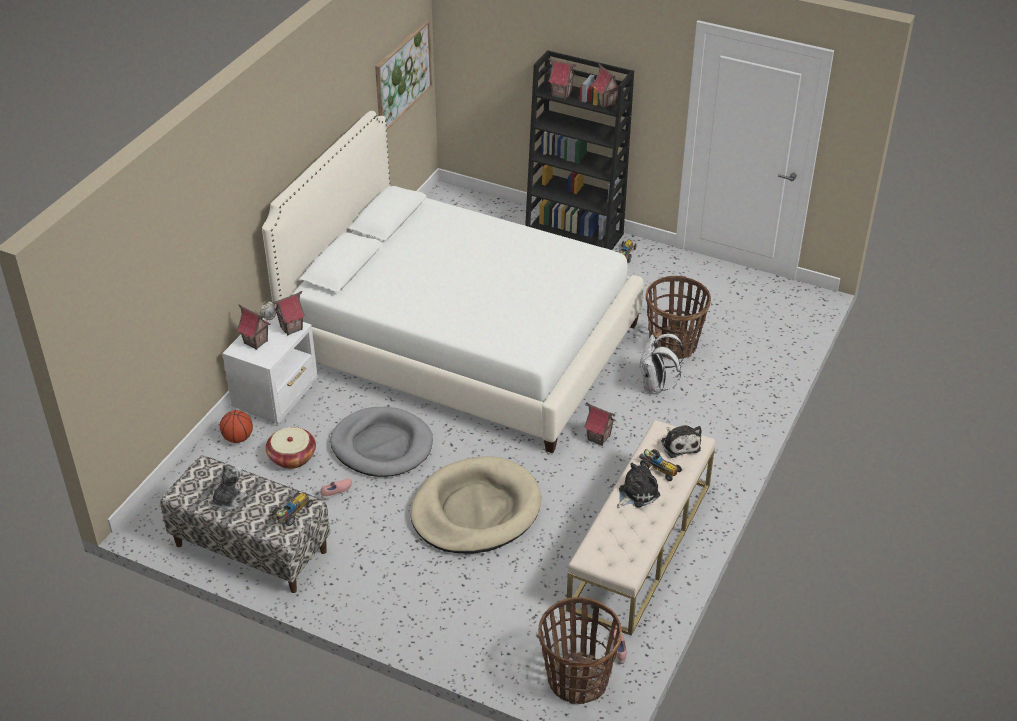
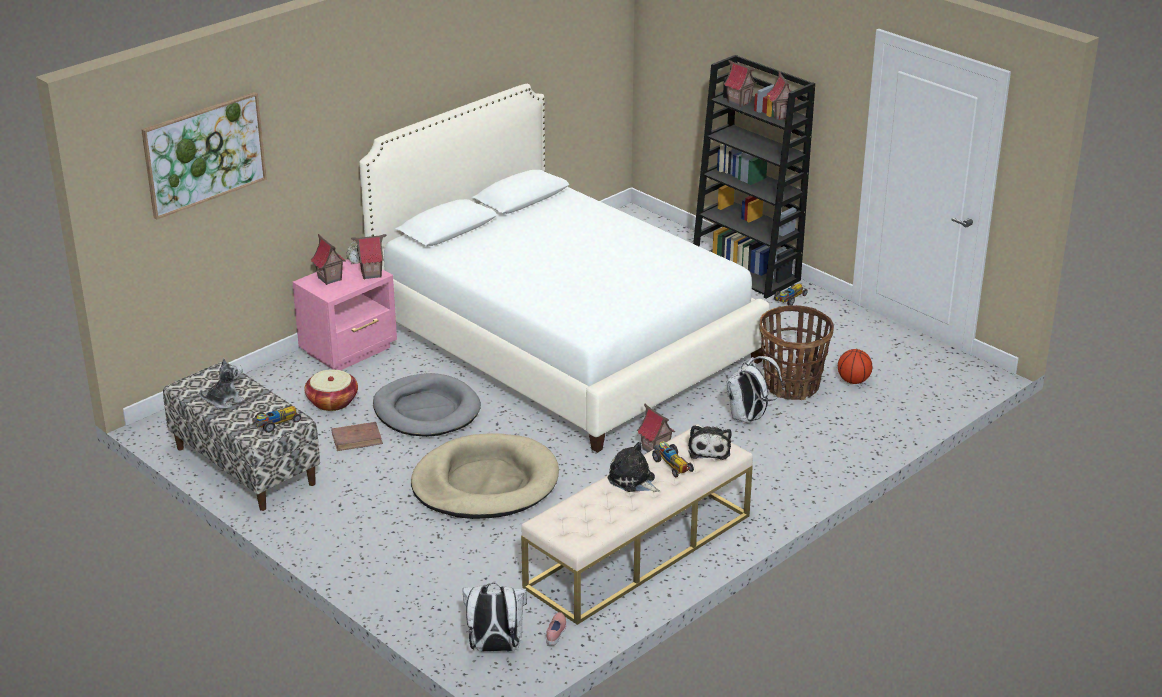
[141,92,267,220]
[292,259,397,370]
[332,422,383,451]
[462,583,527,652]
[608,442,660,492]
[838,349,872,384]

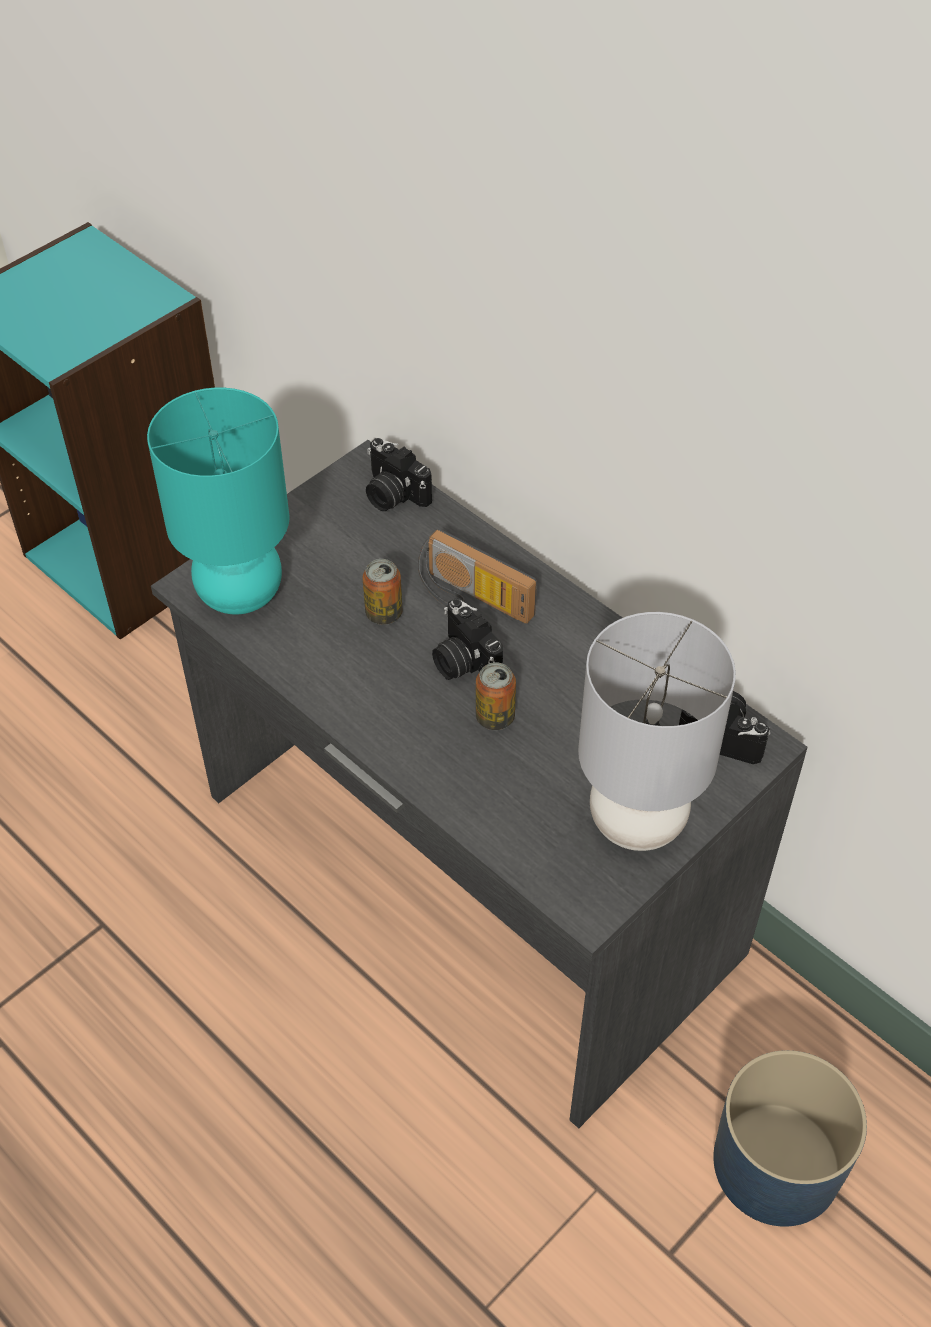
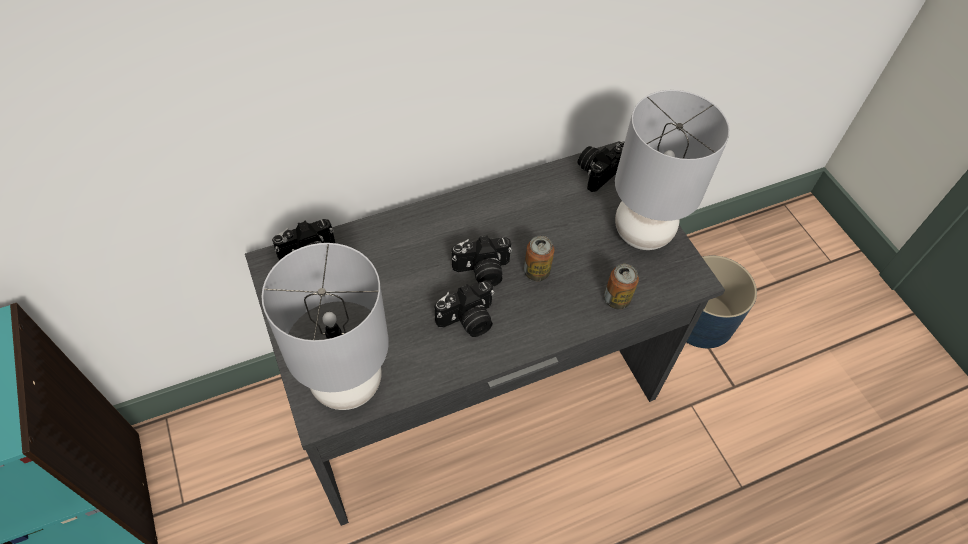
[262,243,389,410]
[434,281,494,337]
[604,264,639,310]
[418,529,537,624] (first image)

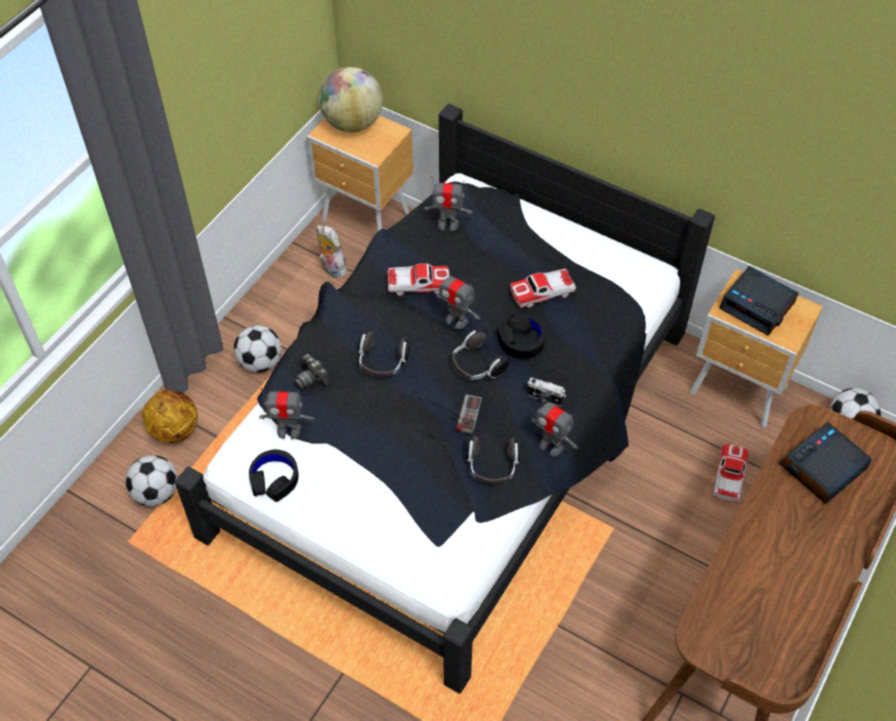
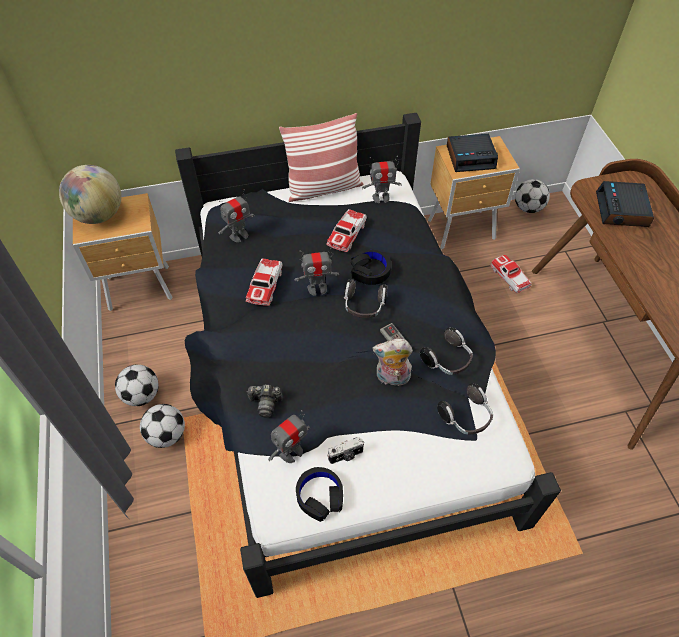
[115,365,159,406]
[246,258,283,306]
[279,113,363,202]
[327,437,364,464]
[362,156,401,203]
[372,339,413,386]
[437,383,493,435]
[142,390,198,443] (first image)

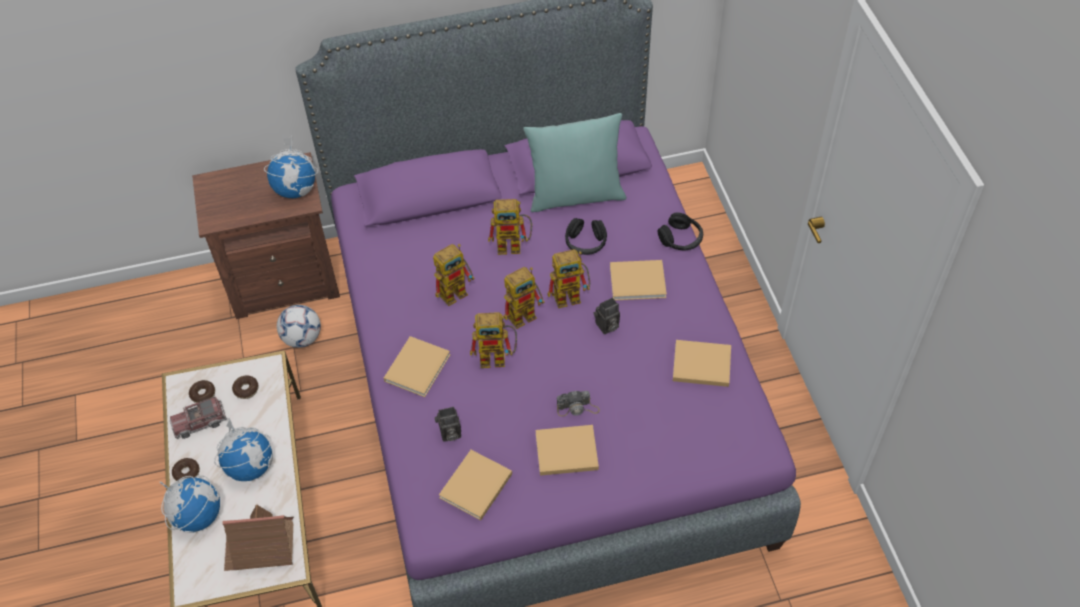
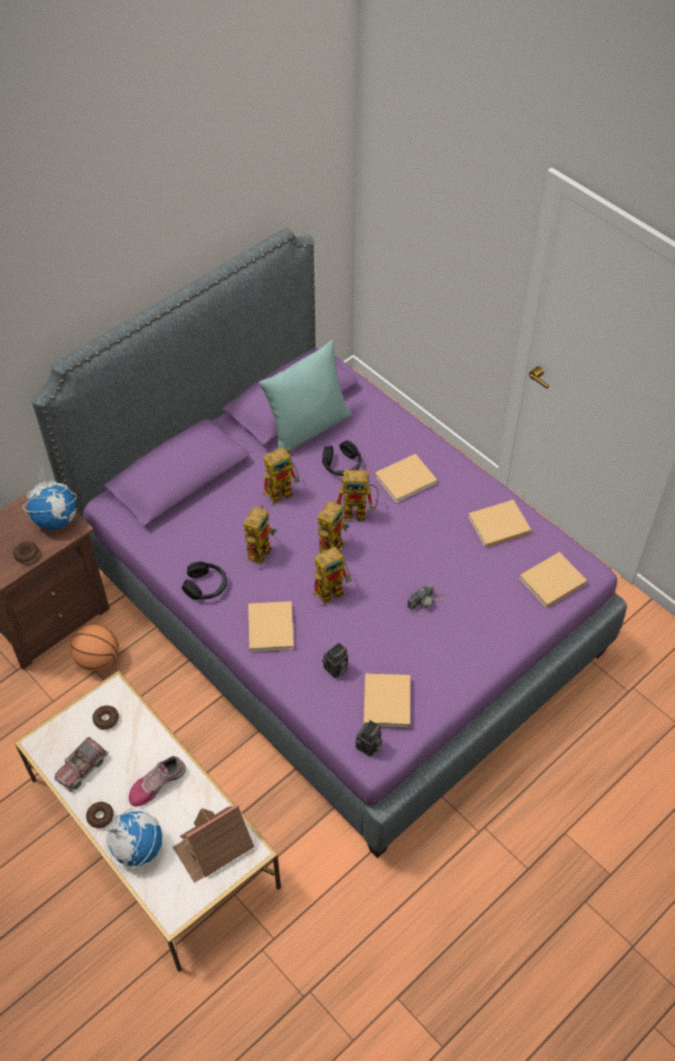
[13,542,39,564]
[71,624,119,671]
[129,756,186,807]
[182,562,227,600]
[337,470,379,521]
[356,720,382,757]
[519,552,587,608]

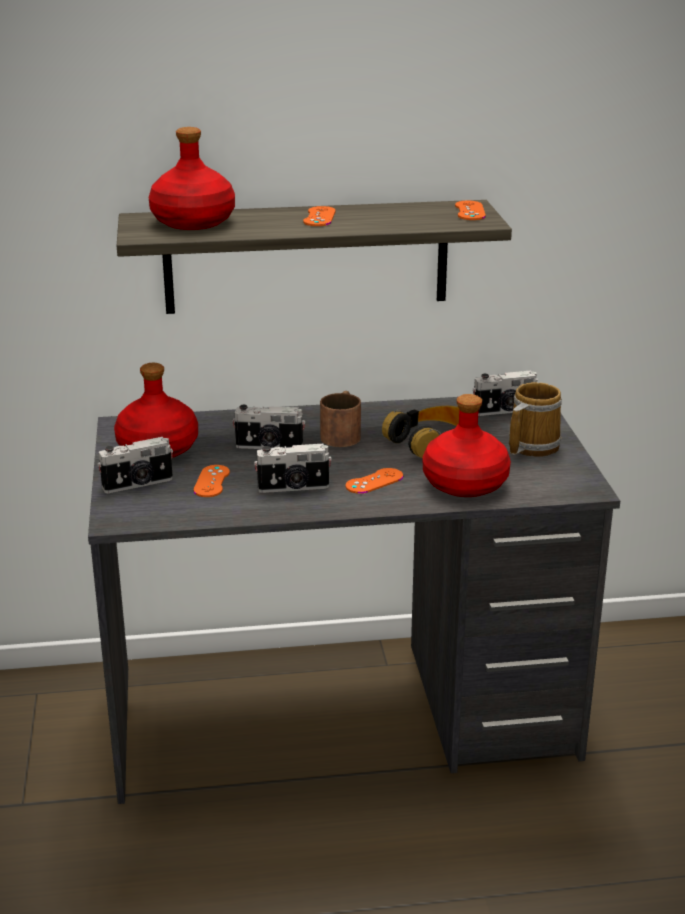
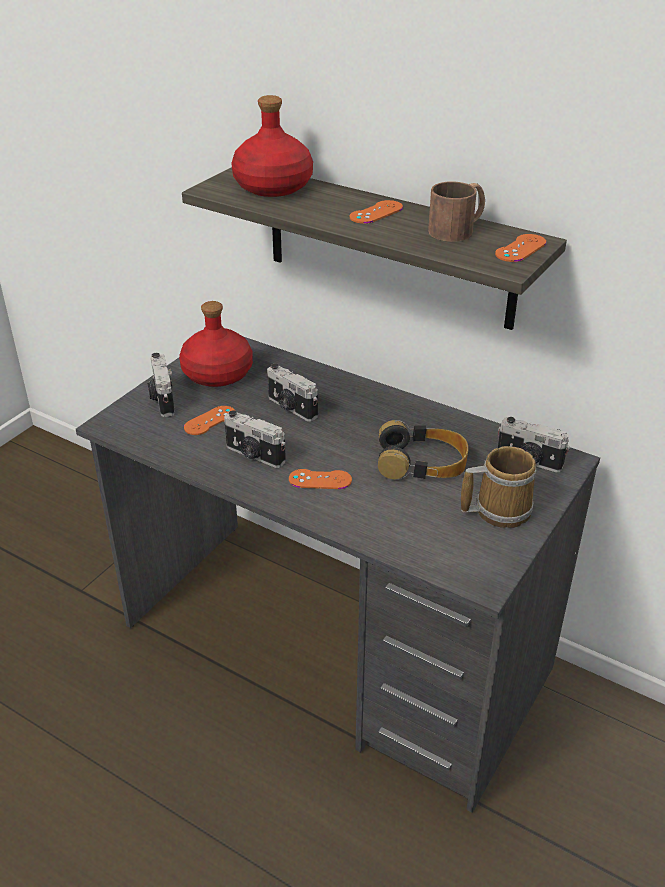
[148,353,174,417]
[428,182,485,242]
[423,394,511,497] (first image)

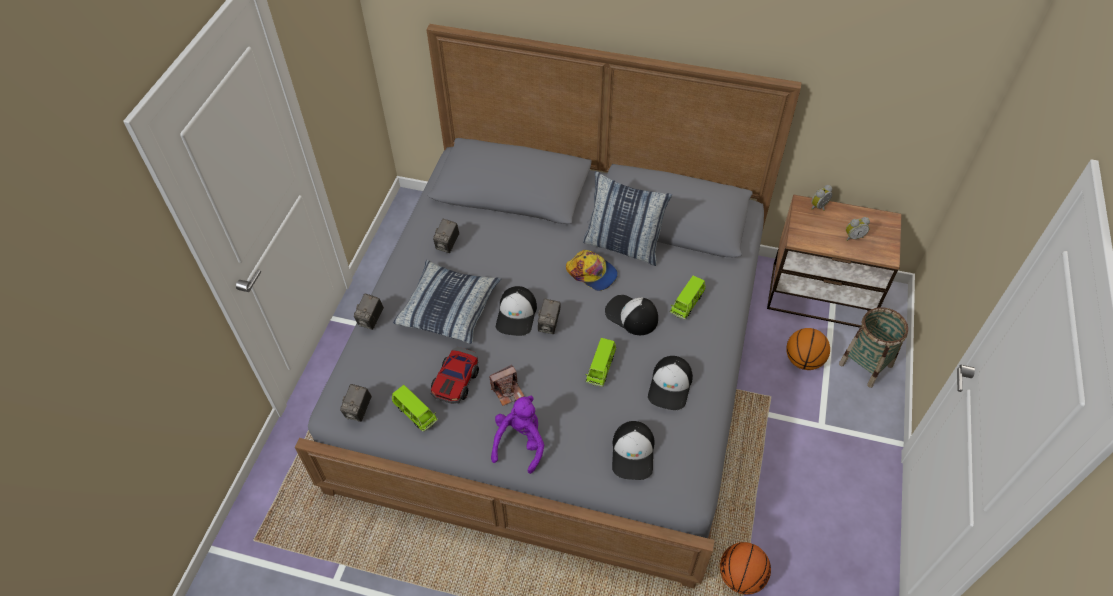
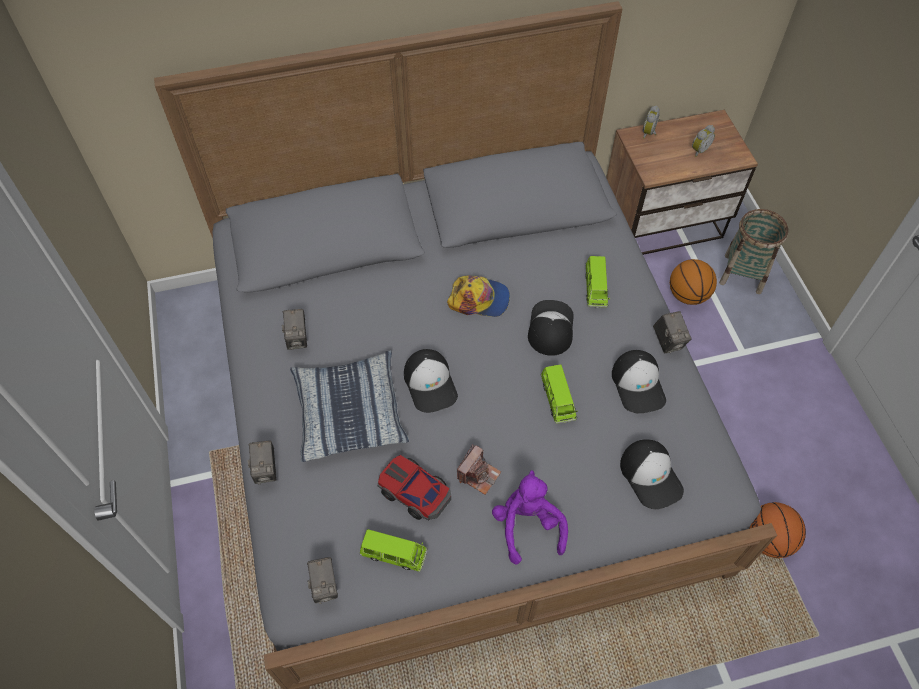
[377,455,451,520]
[528,300,573,356]
[653,311,692,353]
[583,171,672,266] (first image)

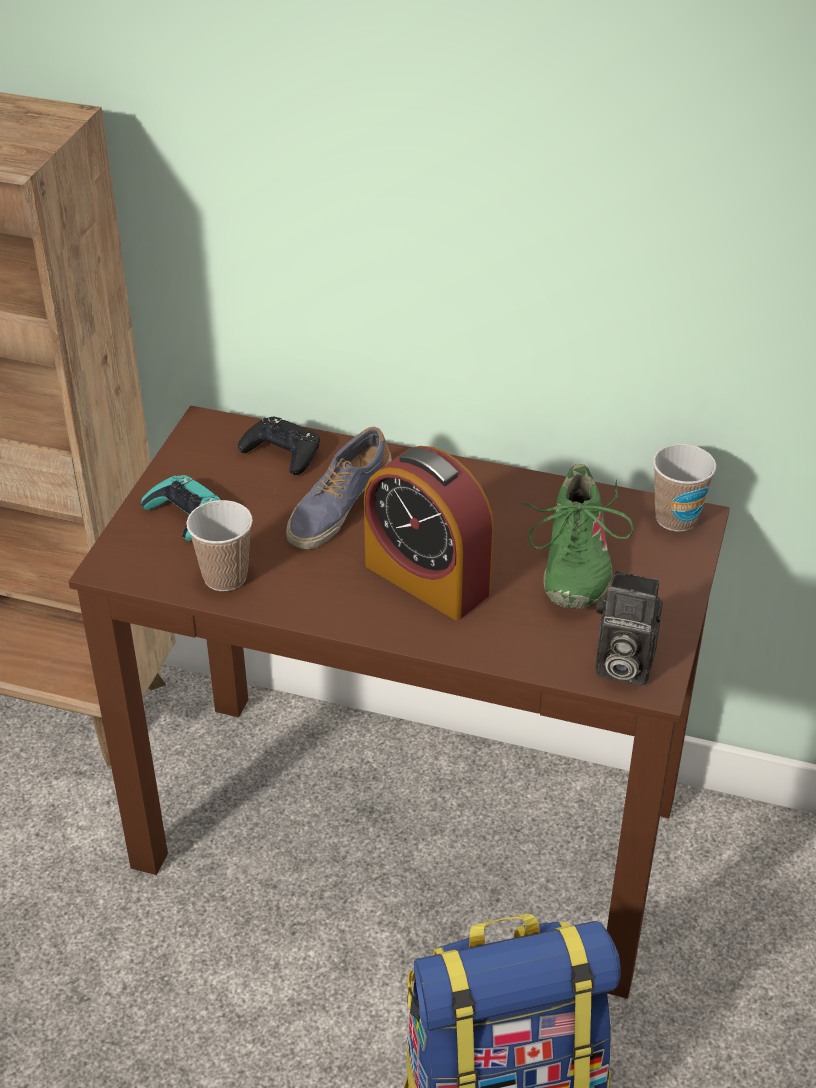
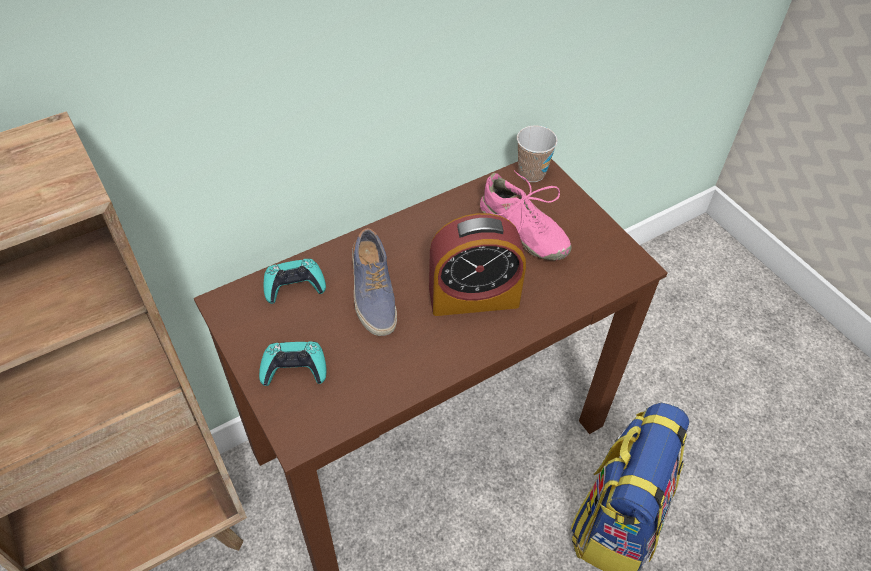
[264,259,326,304]
[480,170,572,260]
[186,500,253,591] (first image)
[595,571,663,686] (first image)

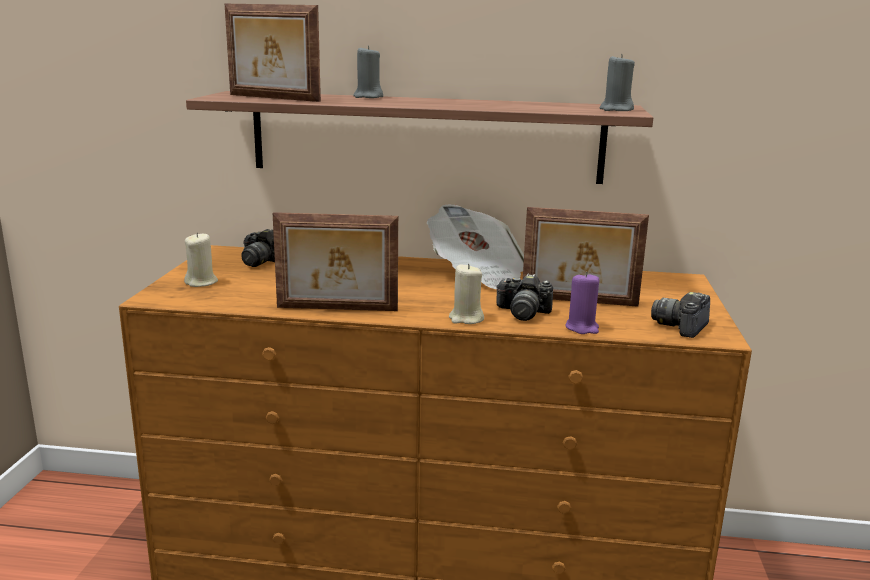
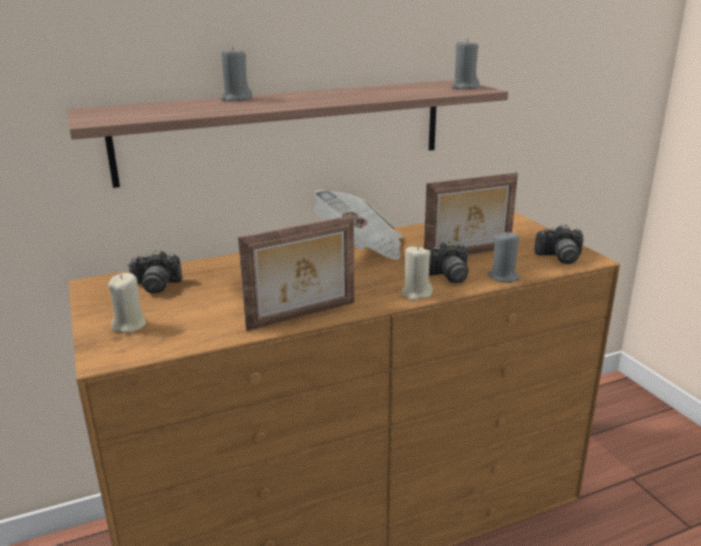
[488,231,520,283]
[534,225,584,264]
[225,4,321,102] (first image)

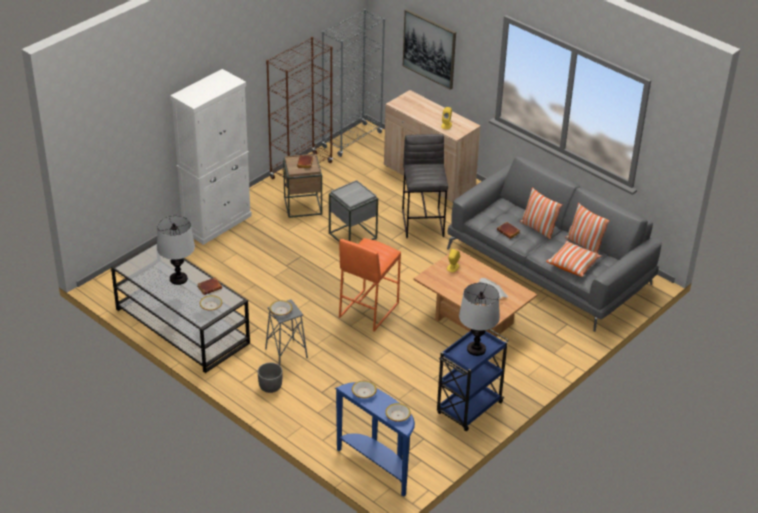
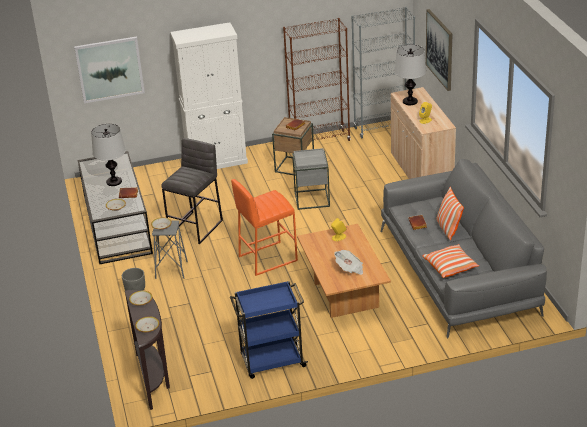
[74,36,145,103]
[125,290,170,410]
[162,138,223,244]
[395,44,426,105]
[565,203,610,254] (first image)

